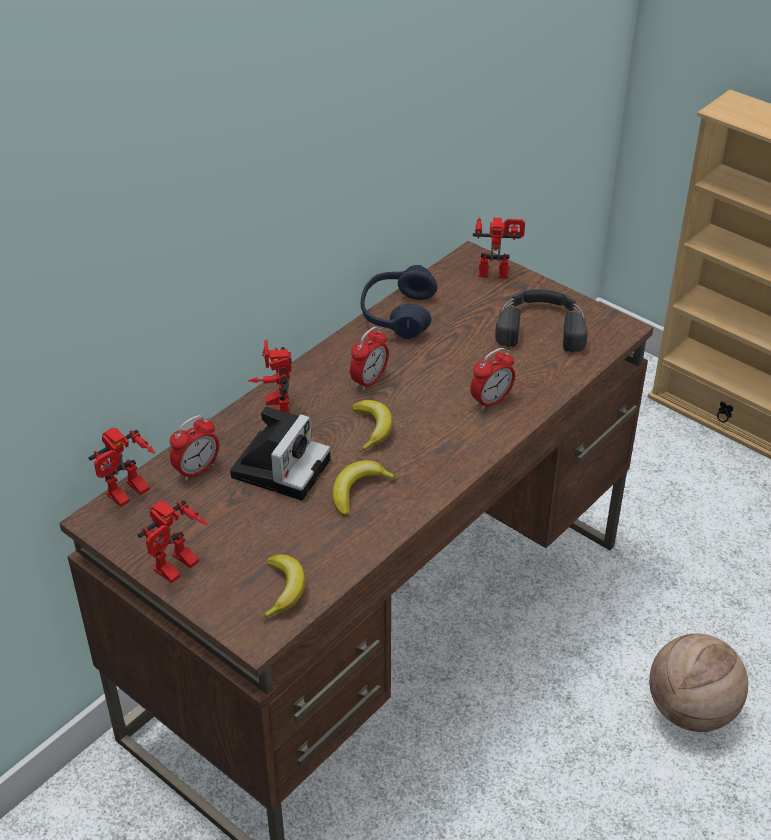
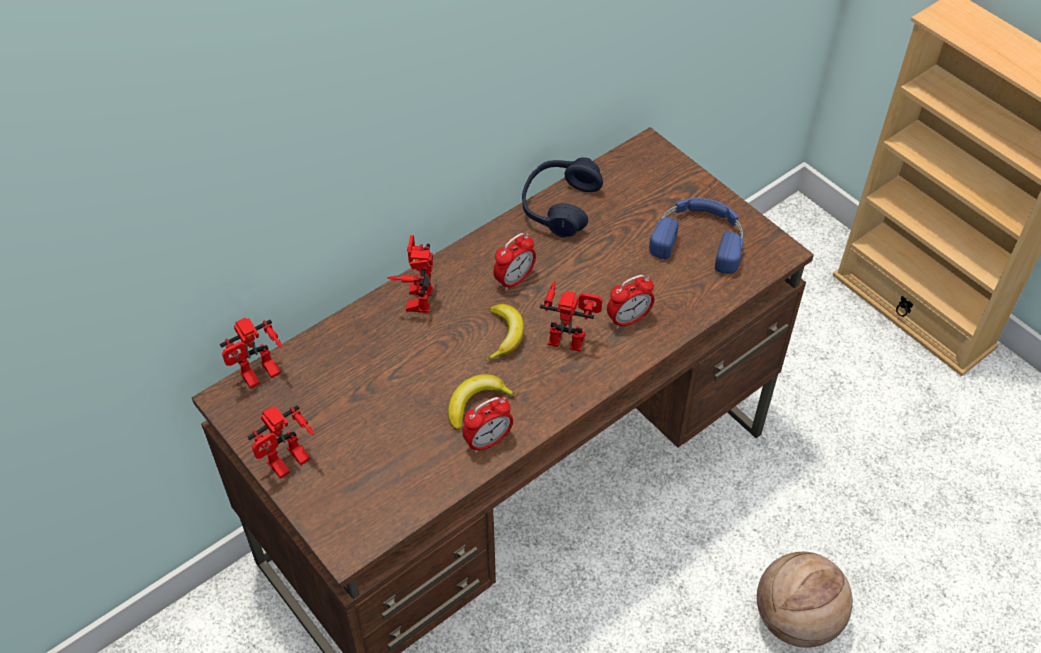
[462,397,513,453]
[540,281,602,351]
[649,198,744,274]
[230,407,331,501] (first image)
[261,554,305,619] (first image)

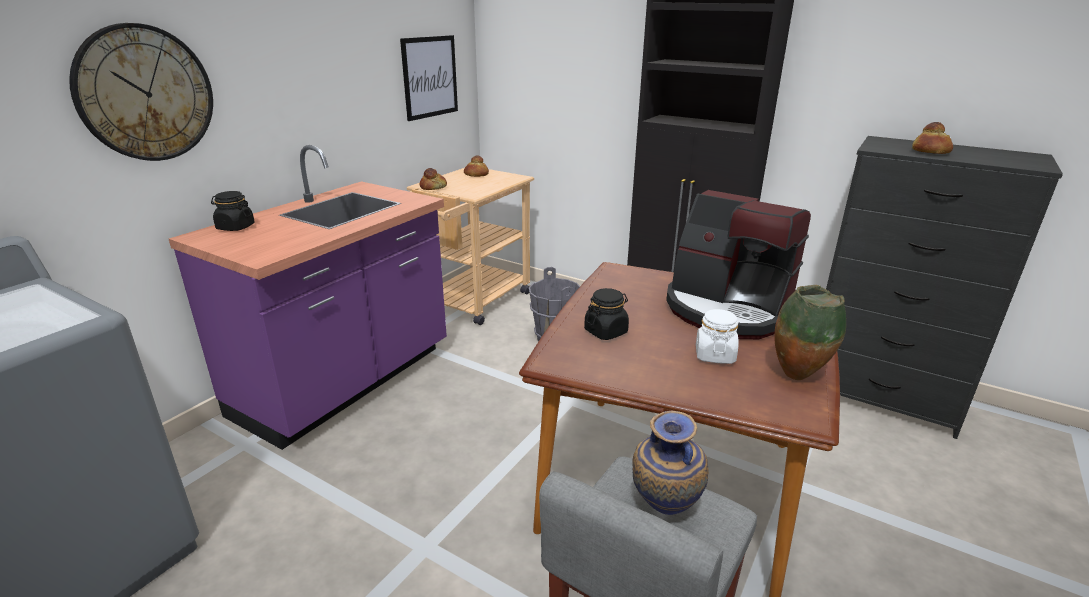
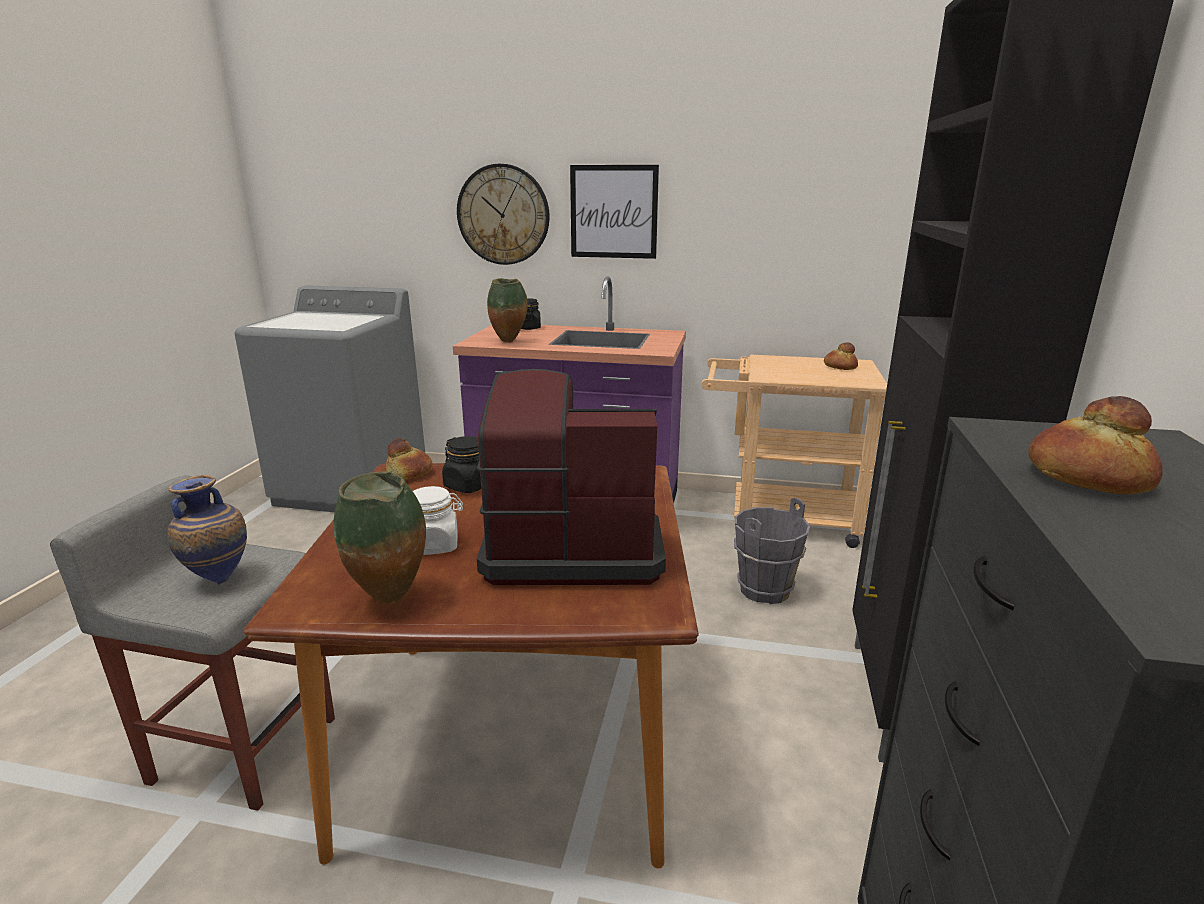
[385,438,433,480]
[477,369,666,585]
[487,278,528,343]
[570,165,659,259]

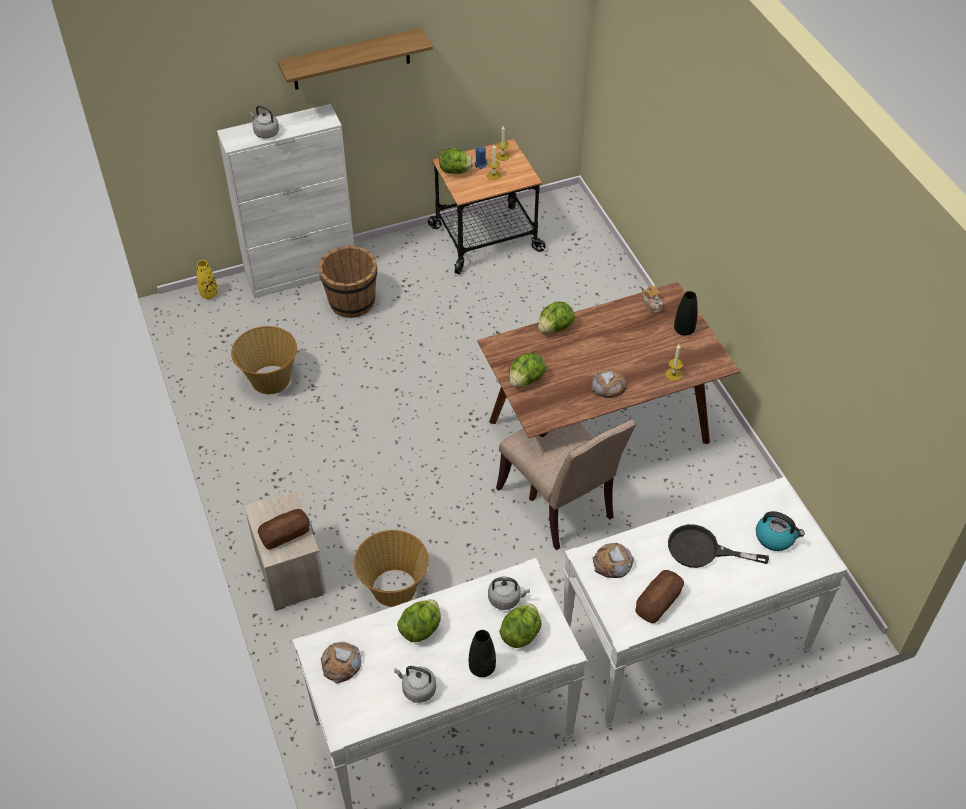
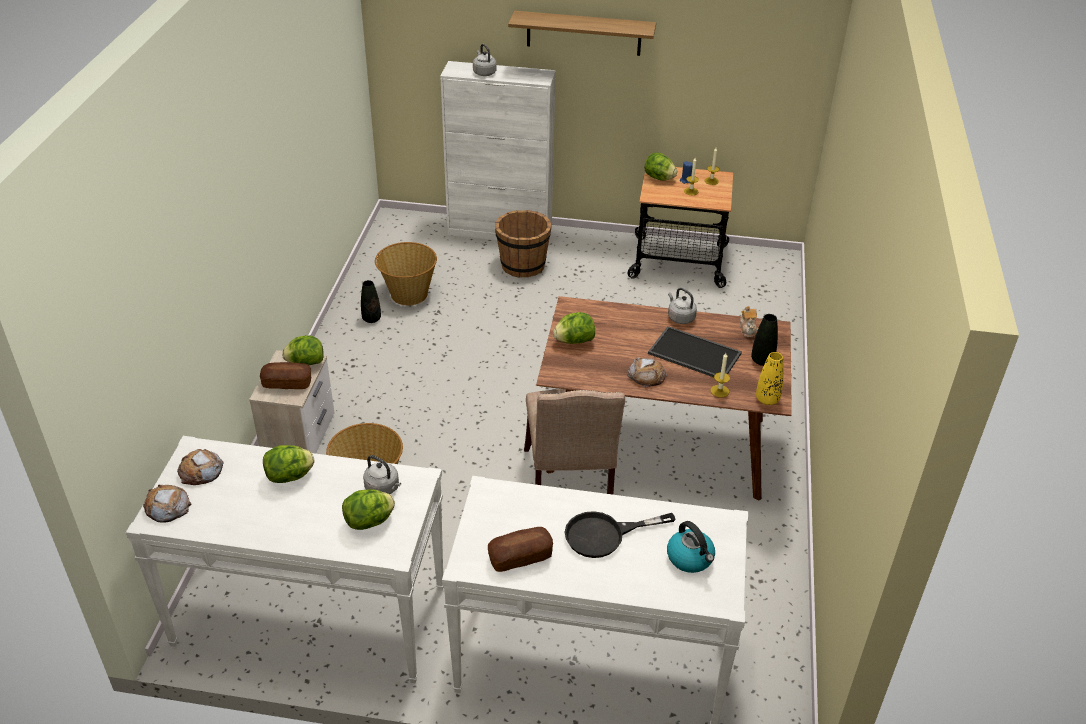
[143,485,191,523]
[282,335,324,365]
[361,280,381,323]
[565,511,676,558]
[648,326,742,377]
[668,288,697,324]
[756,352,784,405]

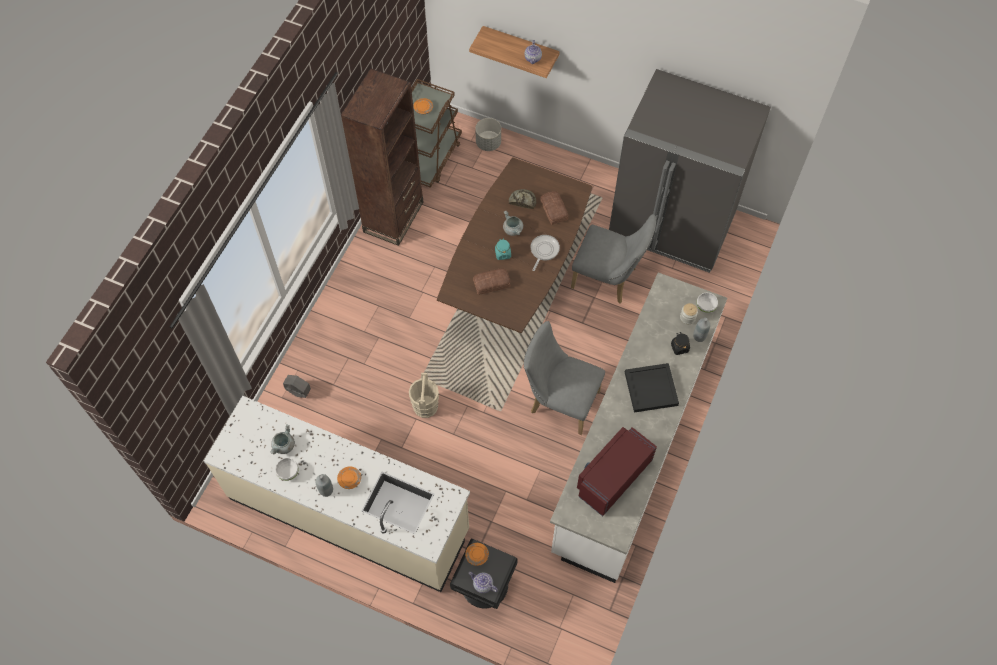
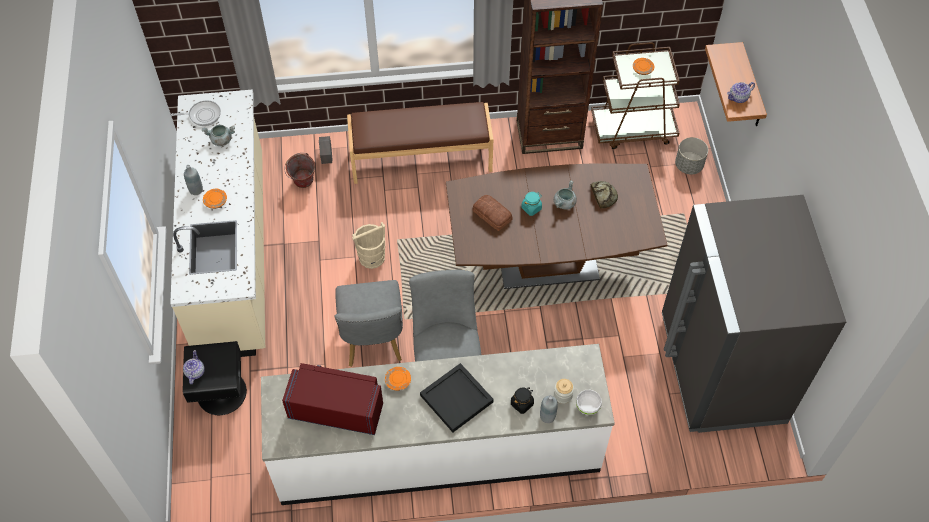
[171,100,221,126]
[284,153,315,188]
[334,280,403,367]
[347,102,493,184]
[385,367,411,391]
[275,458,299,481] (first image)
[540,191,568,225] (first image)

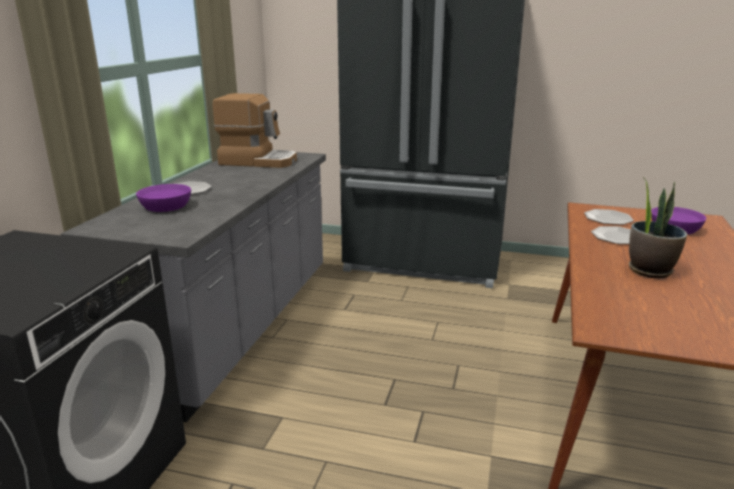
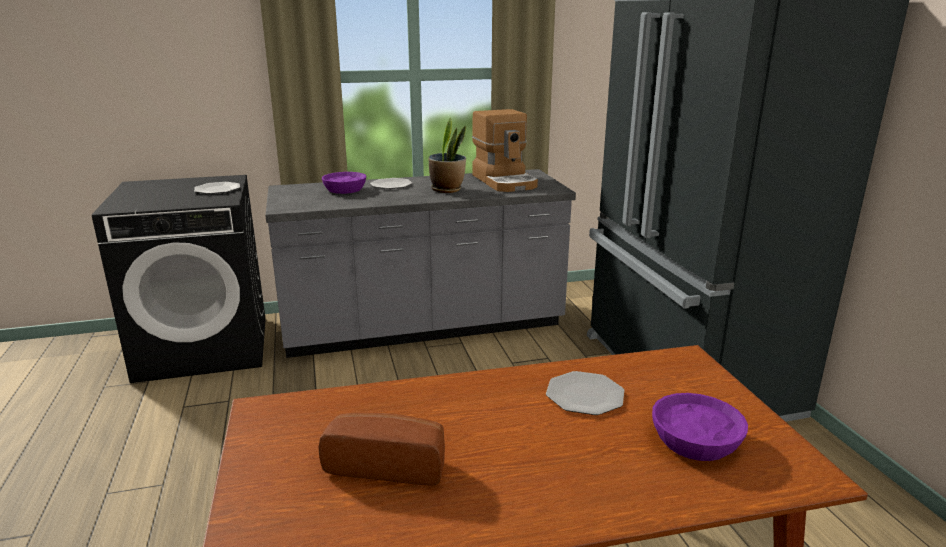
[194,182,240,194]
[318,413,445,486]
[429,117,466,193]

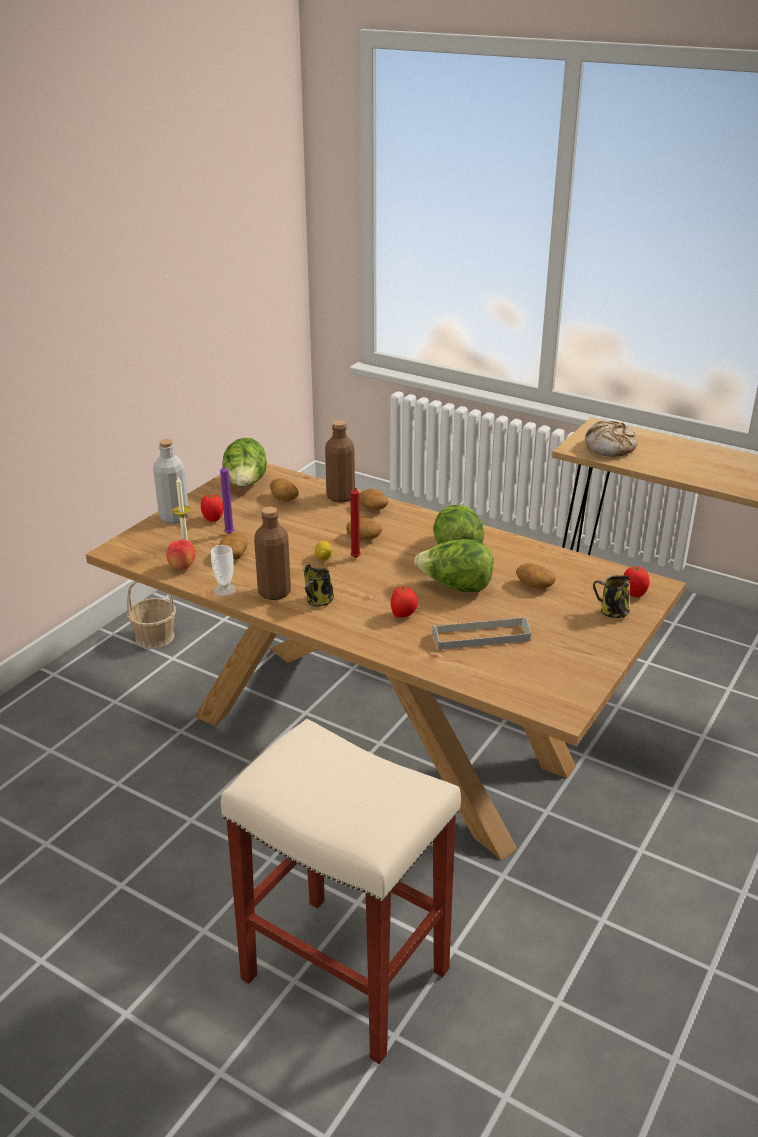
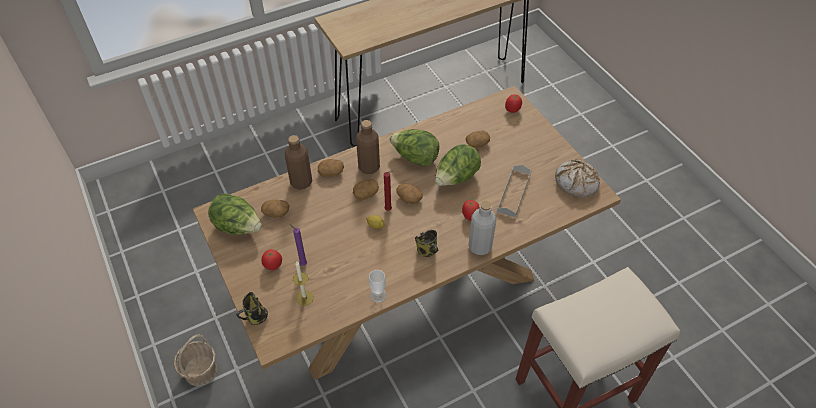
[236,292,268,325]
[356,120,380,174]
[396,183,423,204]
[468,201,496,255]
[555,159,600,198]
[166,540,196,570] (first image)

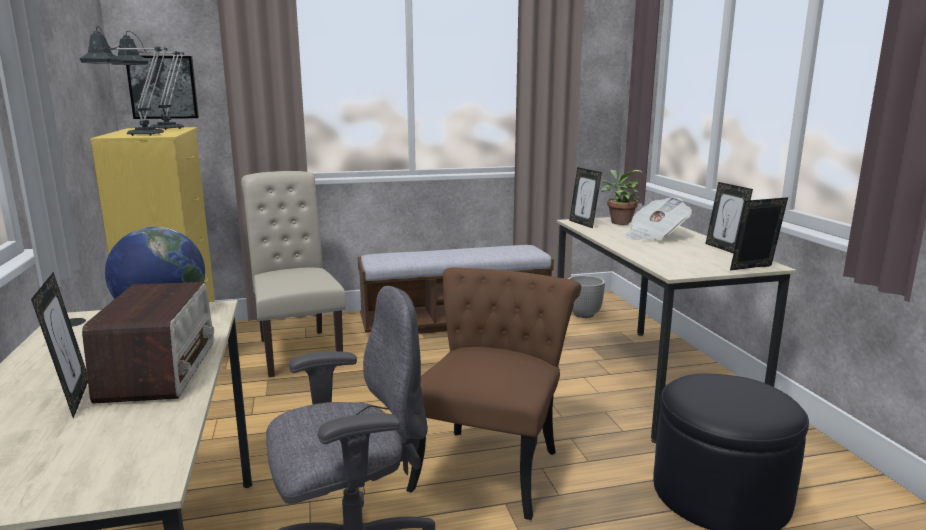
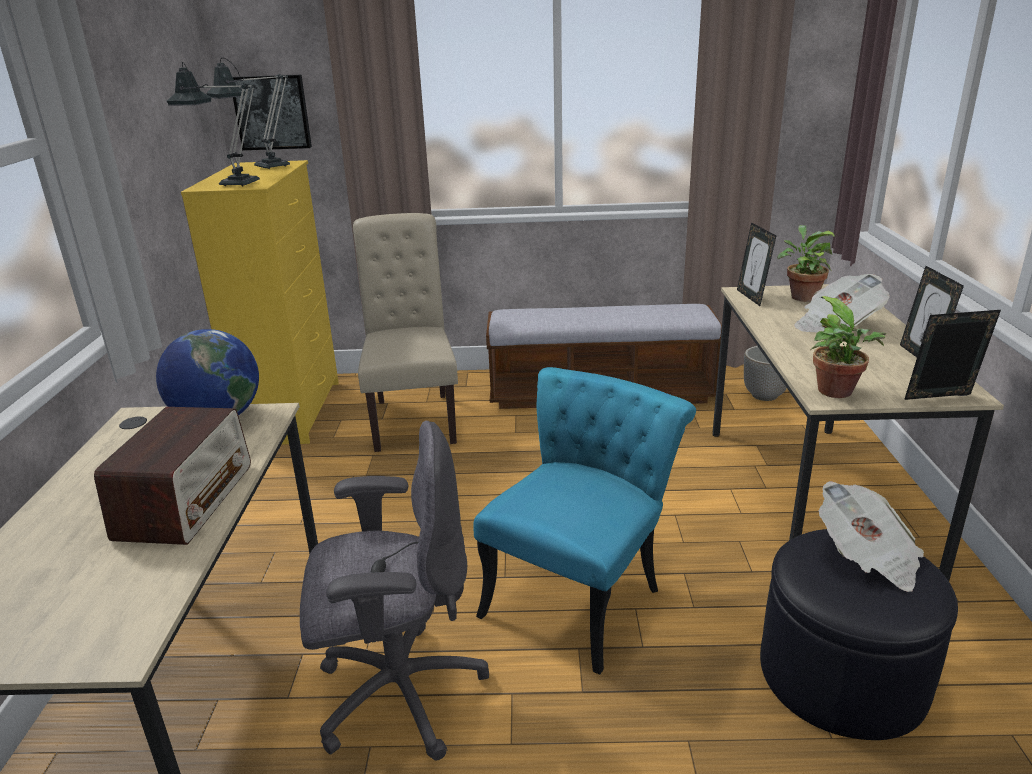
[474,367,696,675]
[810,296,886,398]
[818,481,924,592]
[31,272,88,418] (first image)

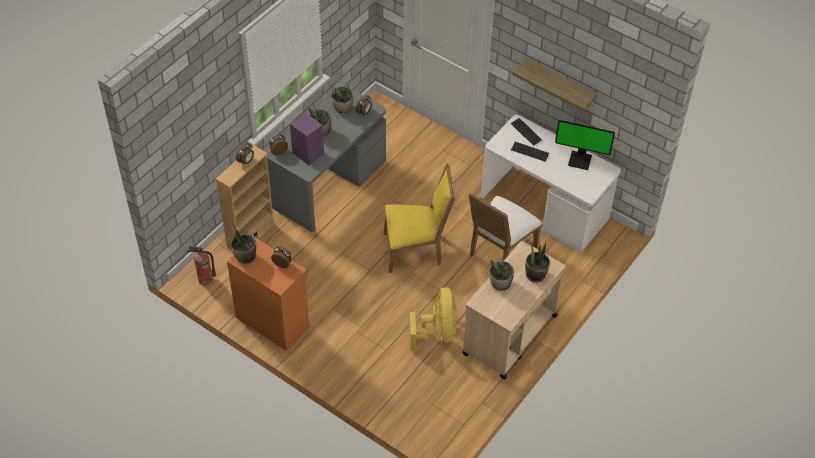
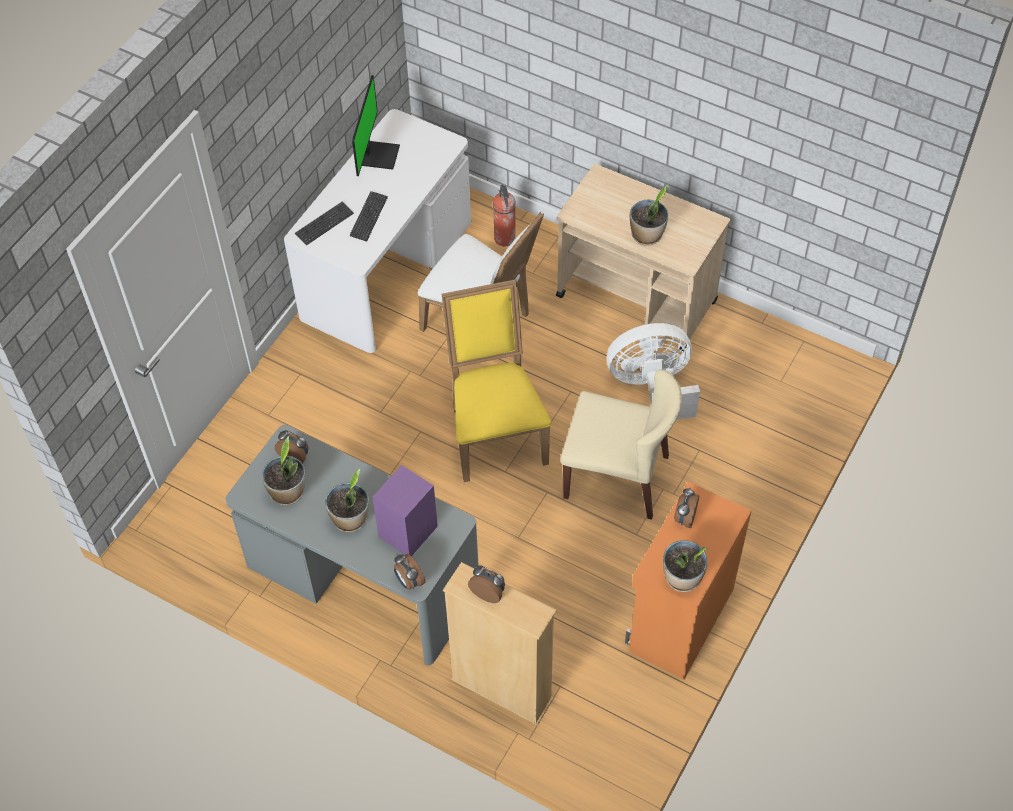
[493,185,516,246]
[560,370,682,520]
[607,323,700,420]
[512,59,597,111] (first image)
[525,242,550,282] (first image)

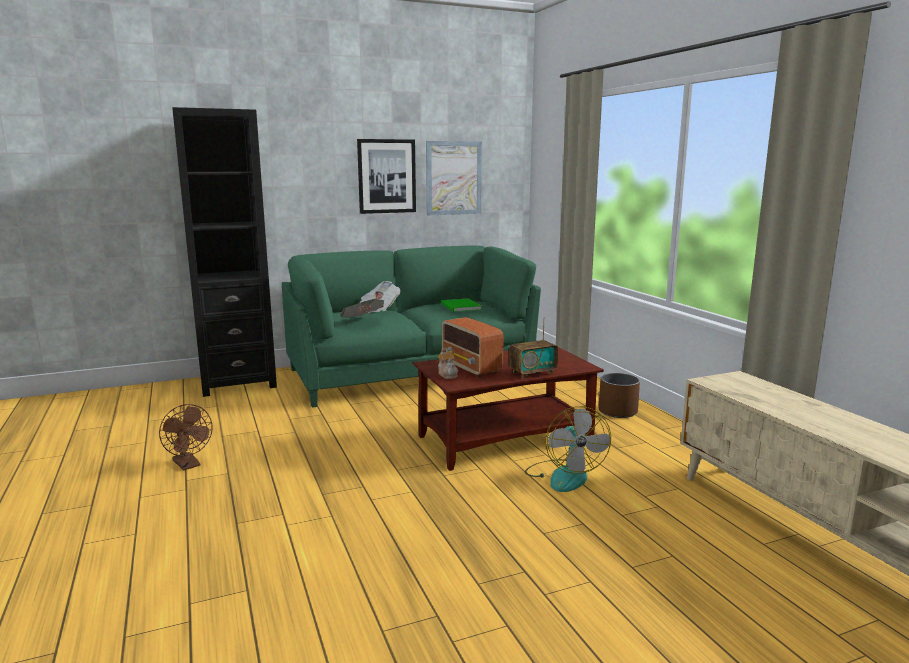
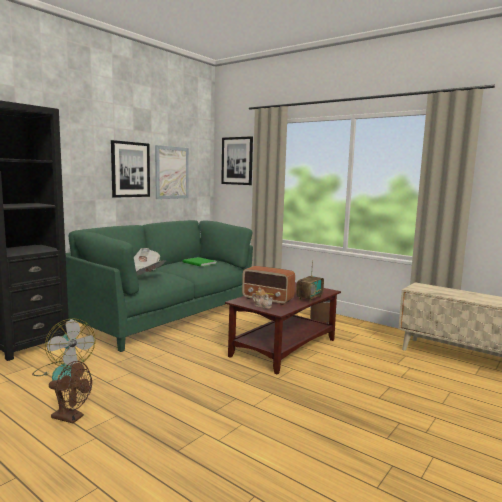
[32,318,95,381]
[221,136,253,185]

